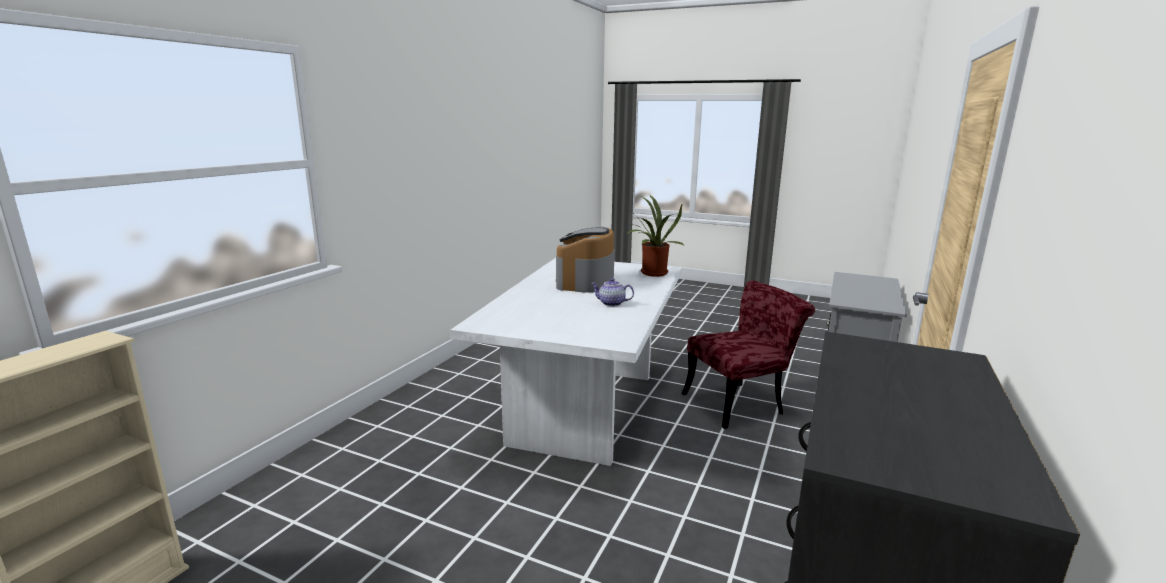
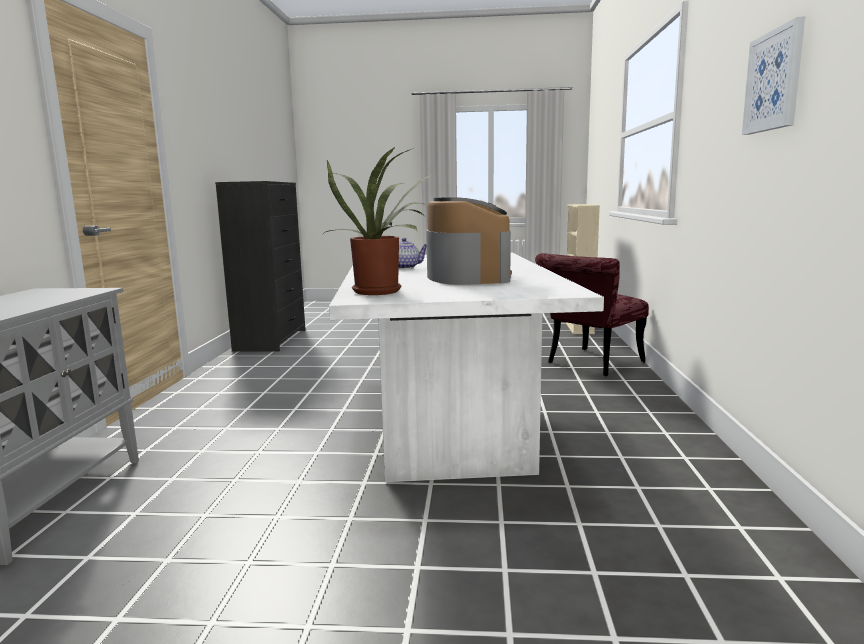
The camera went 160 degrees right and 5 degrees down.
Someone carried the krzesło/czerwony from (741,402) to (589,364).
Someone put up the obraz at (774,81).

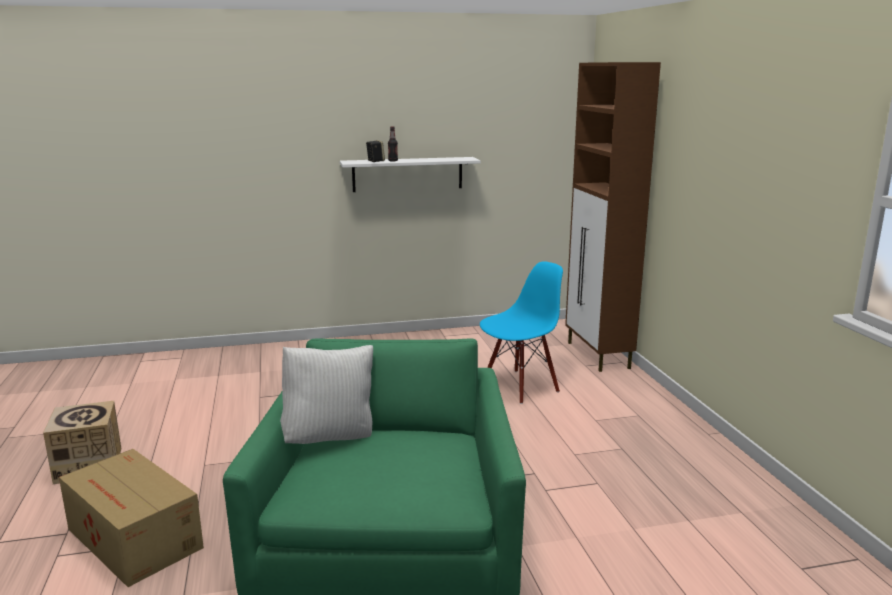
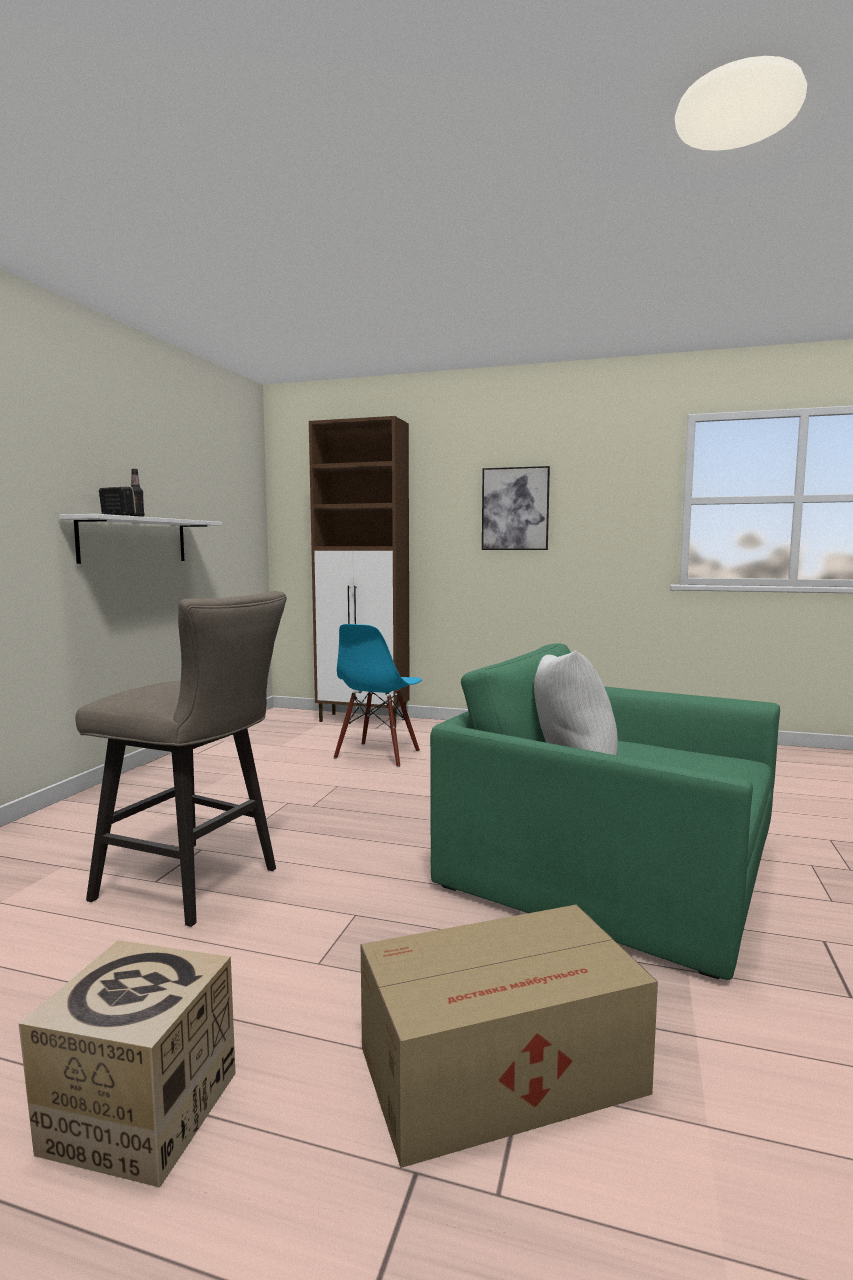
The camera went 60 degrees left and 10 degrees down.
Someone put down the stołek/beżowy at (197,885).
Someone rotated the krzesło/niebieski at (519,387) by 150 degrees counterclockwise.
Someone put up the obraz at (515,509).

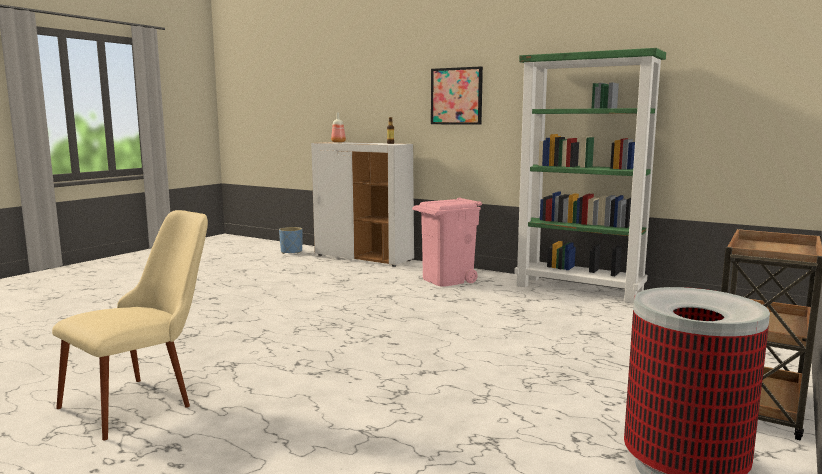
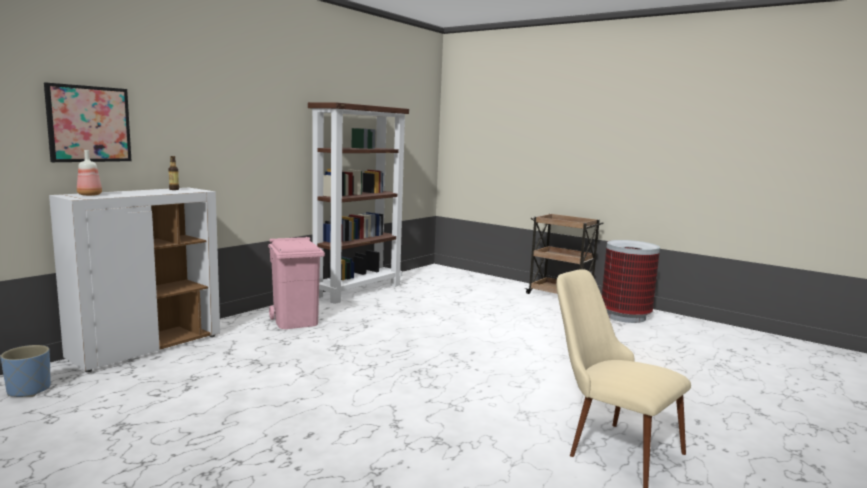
The camera went 85 degrees left and 0 degrees up.
Someone carried the obraz from (456,96) to (89,124).
Someone repainted the regał/zielony at (579,289), which became the regał/brązowy at (358,290).

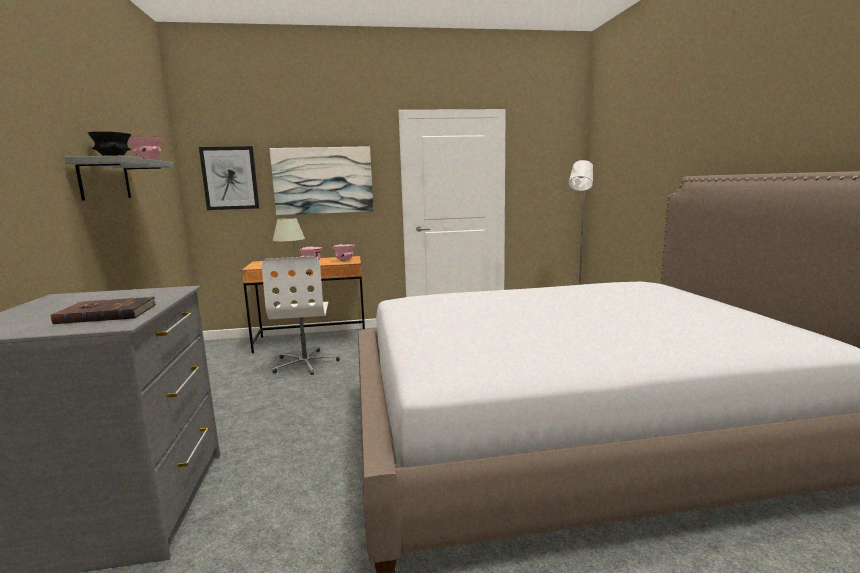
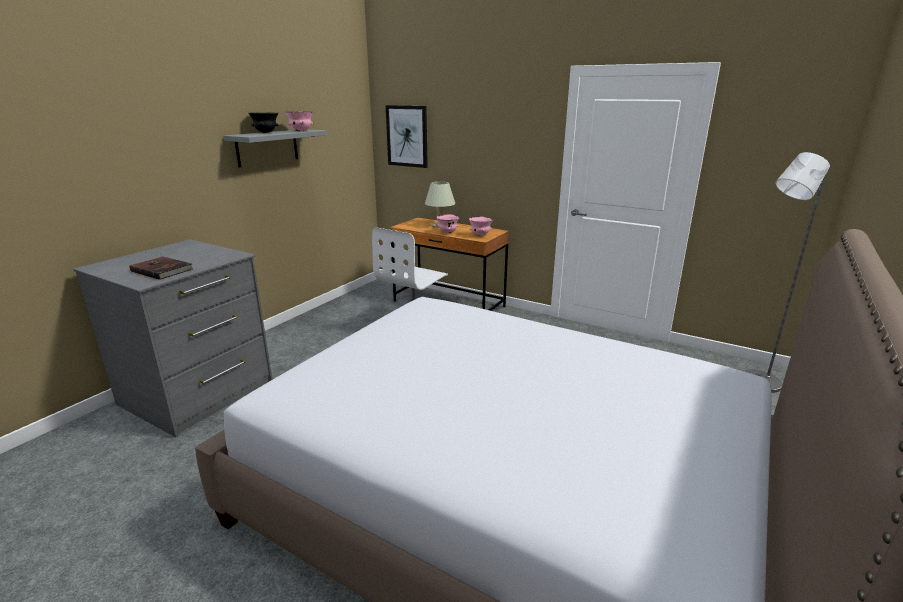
The camera went 40 degrees right and 10 degrees up.
Someone took away the obraz at (323,180).

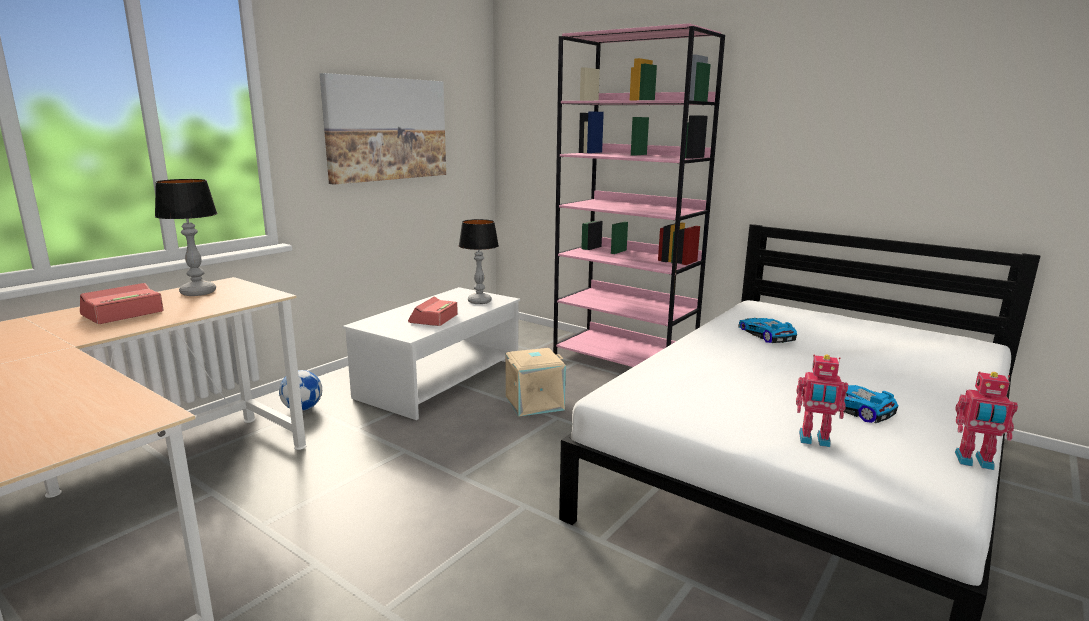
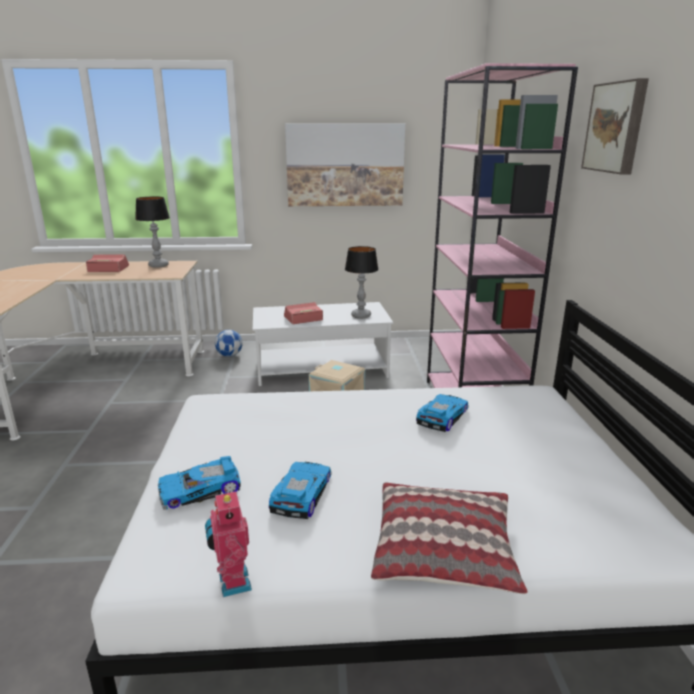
The camera went 50 degrees right and 5 degrees up.
Someone swapped the robot zabawkowy at (814,440) for the samochodzik at (200,491).
Someone put down the poduszka at (444,550).
Someone put up the obraz at (616,127).

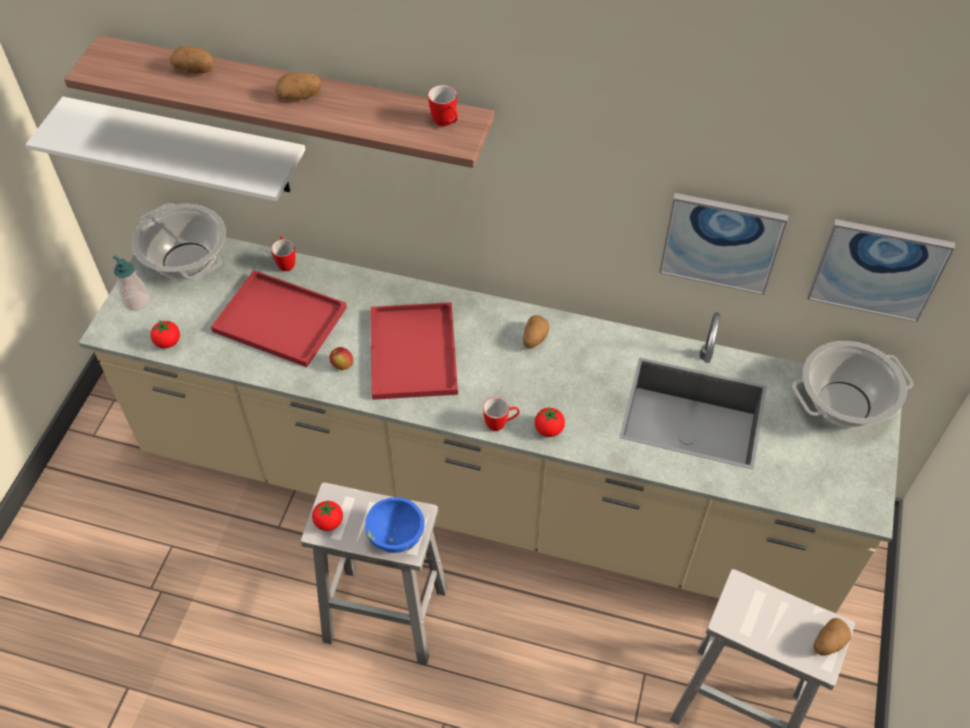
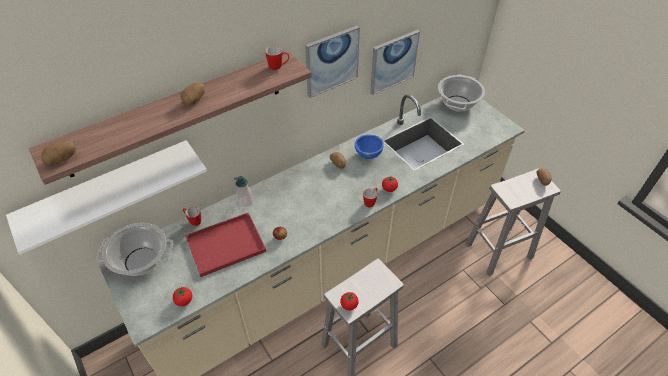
The camera went 50 degrees left and 5 degrees down.
Someone carried the ziemniak from (195,70) to (62,159).
Someone carried the dozownik mydła from (137,302) to (245,201).
Someone carried the obraz from (877,269) to (331,61).
Someone carried the miska/niebieski from (396,536) to (368,154).
Someone took away the taca/czerwony at (411,350).

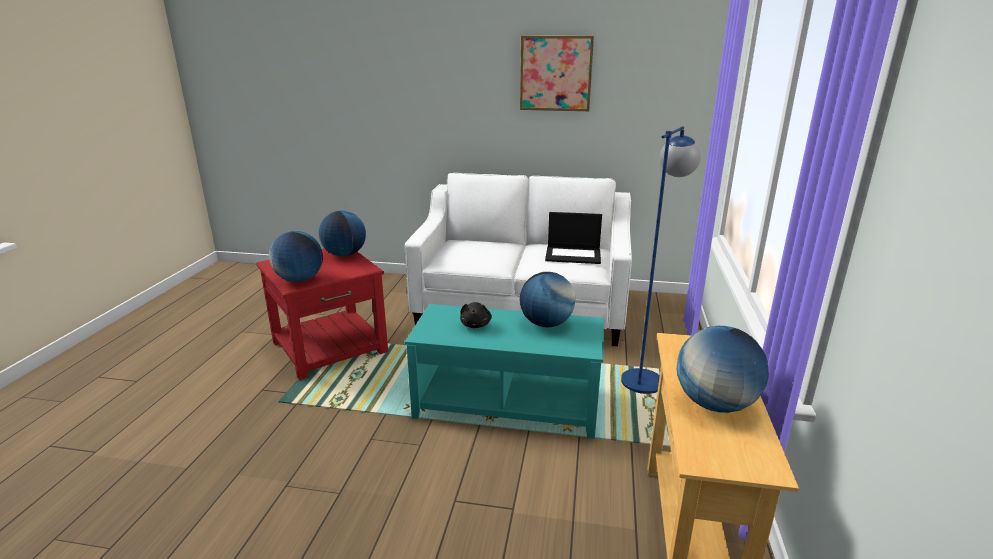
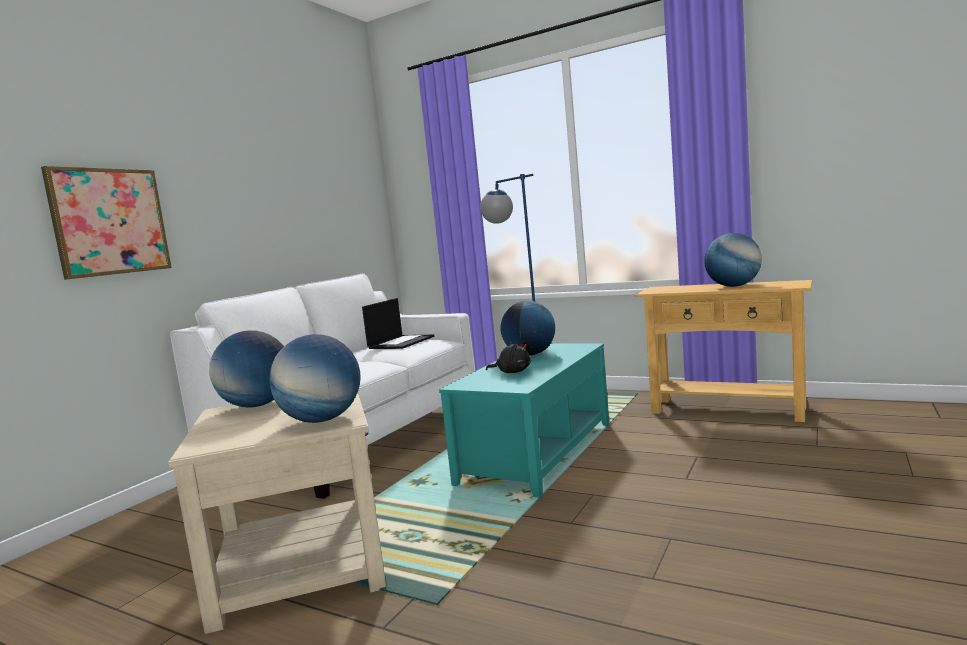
The camera went 70 degrees left and 15 degrees down.
Someone carried the obraz from (556,73) to (109,222).
Someone repainted the stolik/czerwony at (329,347), which became the stolik/beżowy at (301,566).

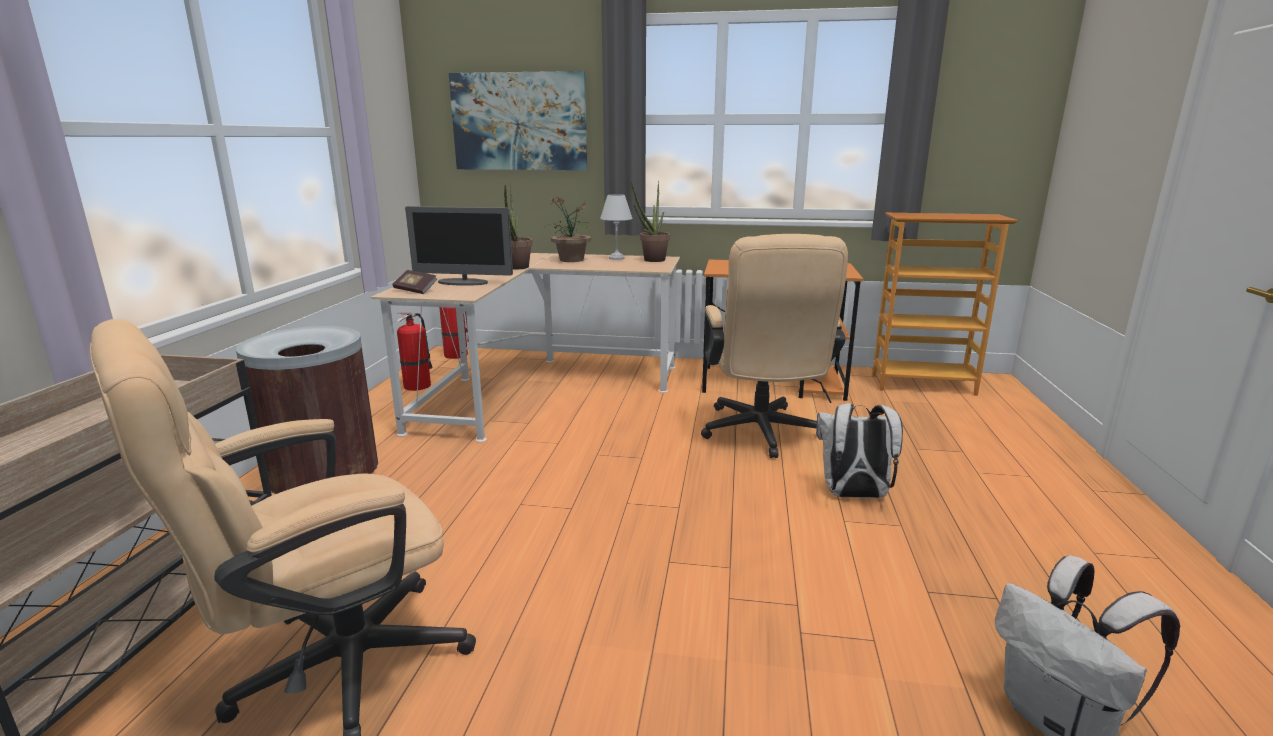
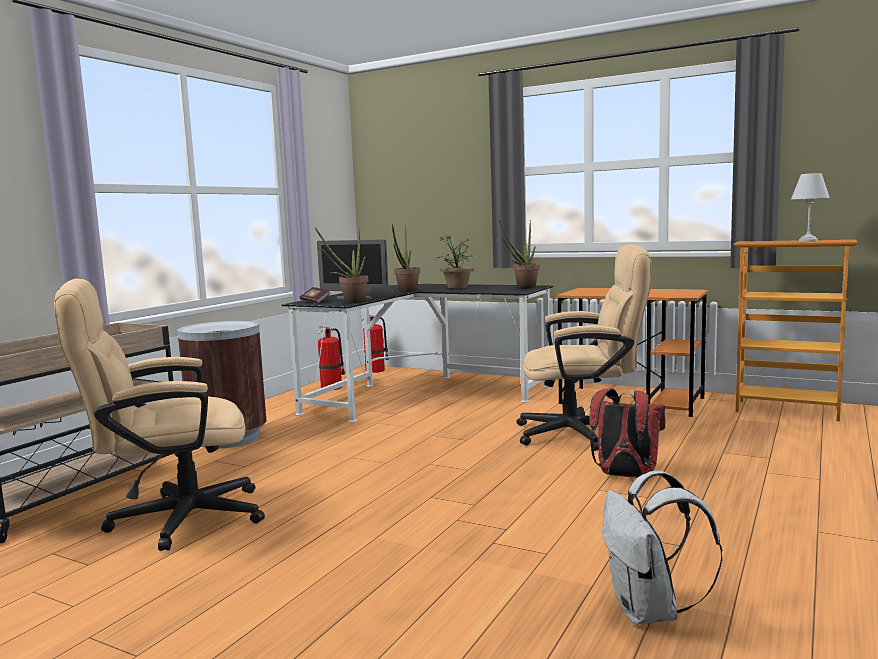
The camera went 20 degrees right and 10 degrees down.
Someone repainted the biurko/beżowy at (536,387), which became the biurko/czarny at (421,393).
Someone put down the roślina doniczkowa at (350,302).
Someone rotated the krzesło biurowe/beżowy at (762,435) by 105 degrees counterclockwise.
Someone repainted the plecak/biały at (853,495), which became the plecak/czerwony at (624,476).
Someone carried the lampa stołowa/biały from (616,258) to (808,241).
Someone took away the obraz at (519,122).

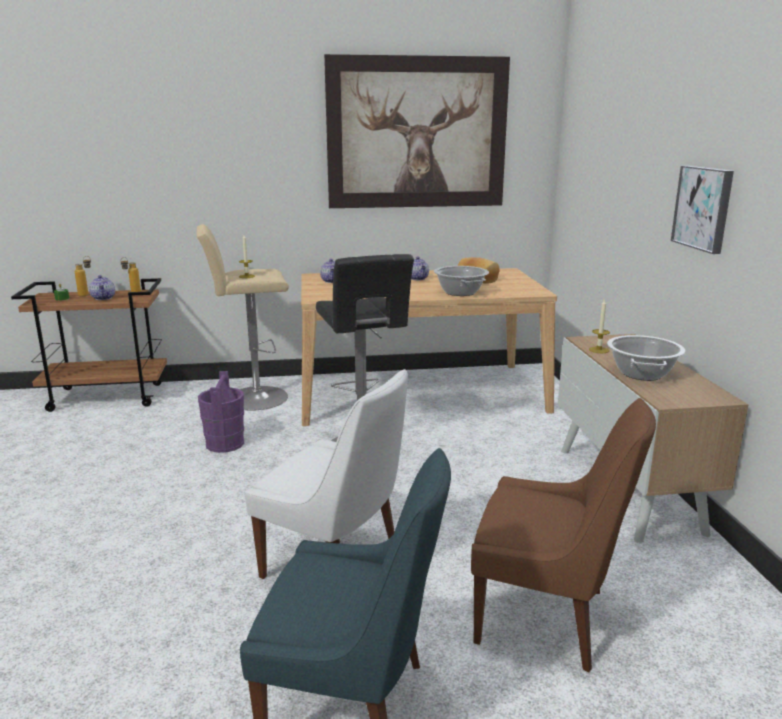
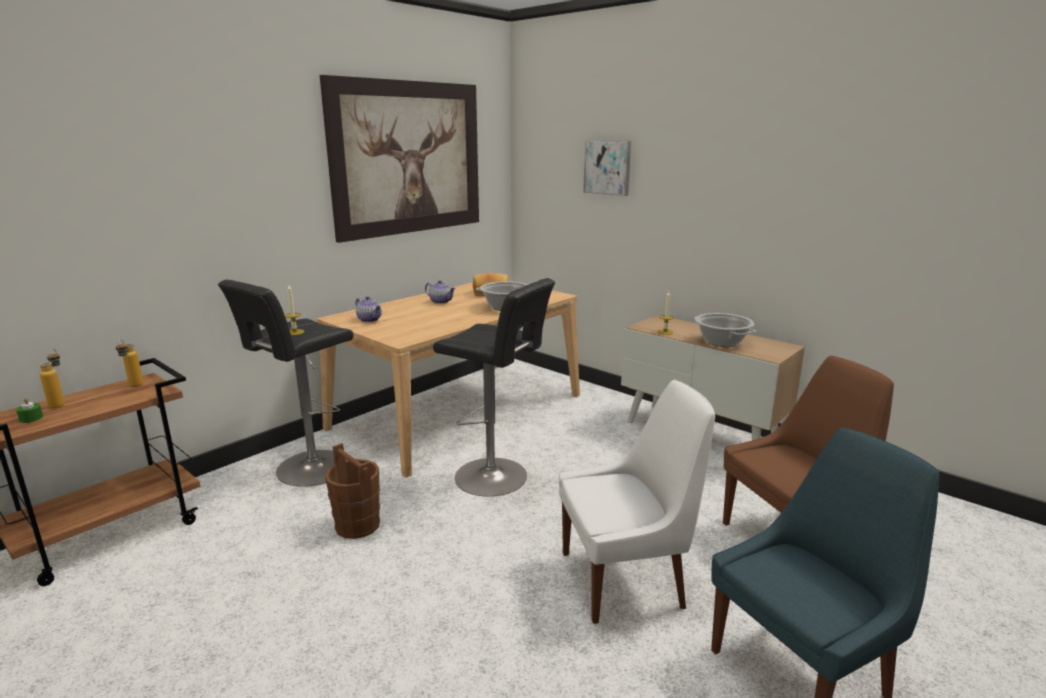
The camera went 40 degrees left and 0 degrees up.
Someone repainted the stołek/beżowy at (252,398), which became the stołek/czarny at (308,470).
Someone repainted the wiadro/fioletowy at (225,443), which became the wiadro/brązowy at (357,525).
Someone carried the obraz from (703,208) to (607,167).
Someone took away the imbryk at (103,298).

